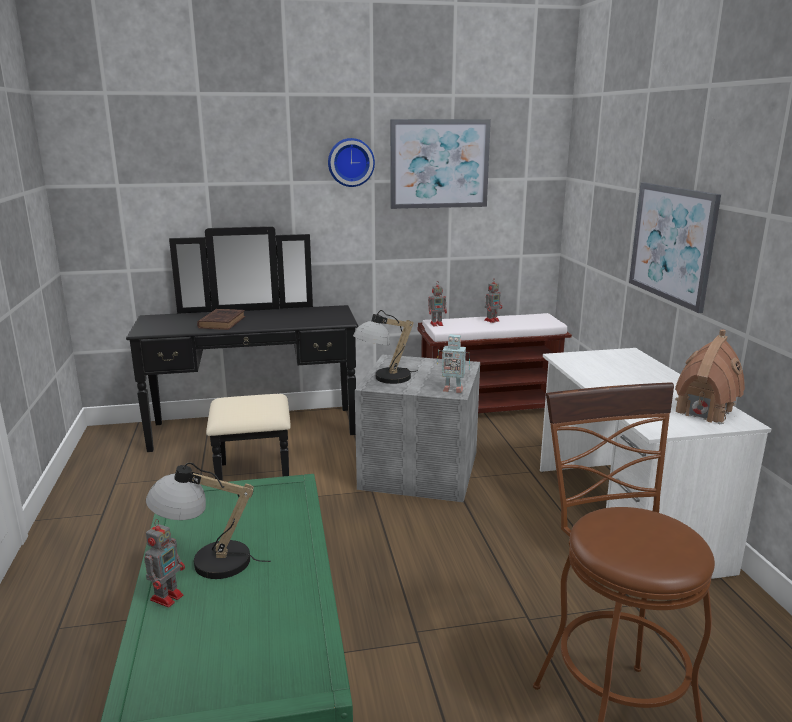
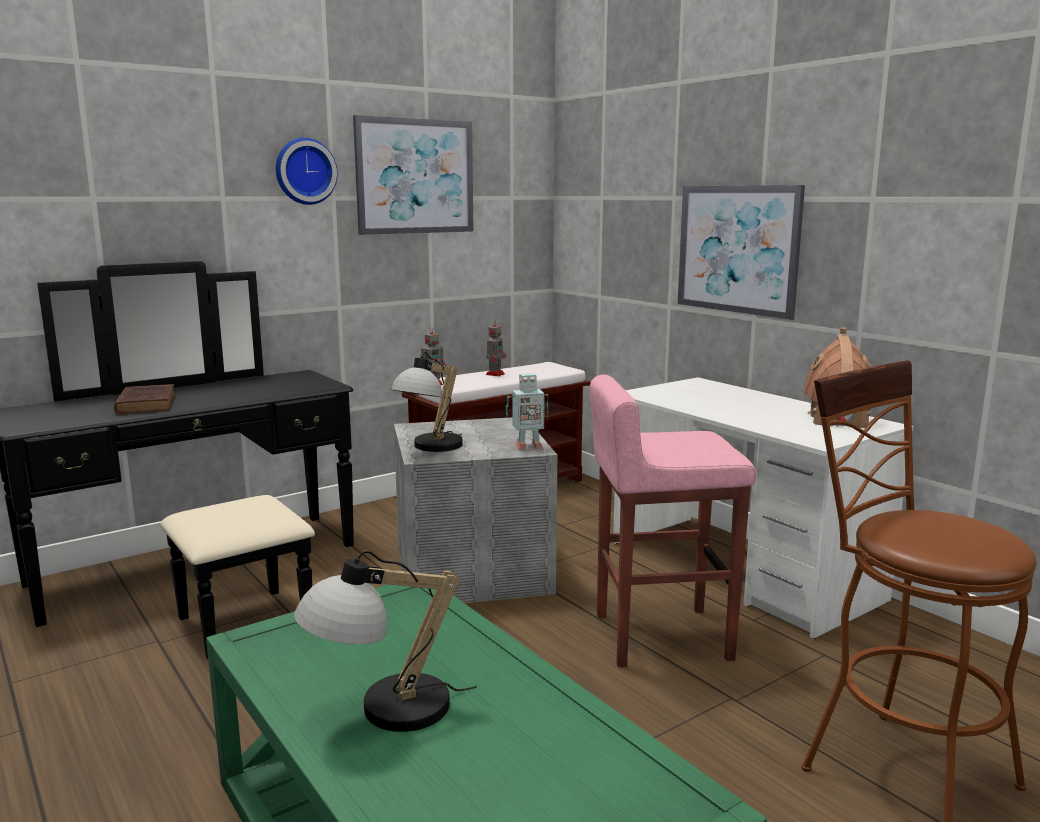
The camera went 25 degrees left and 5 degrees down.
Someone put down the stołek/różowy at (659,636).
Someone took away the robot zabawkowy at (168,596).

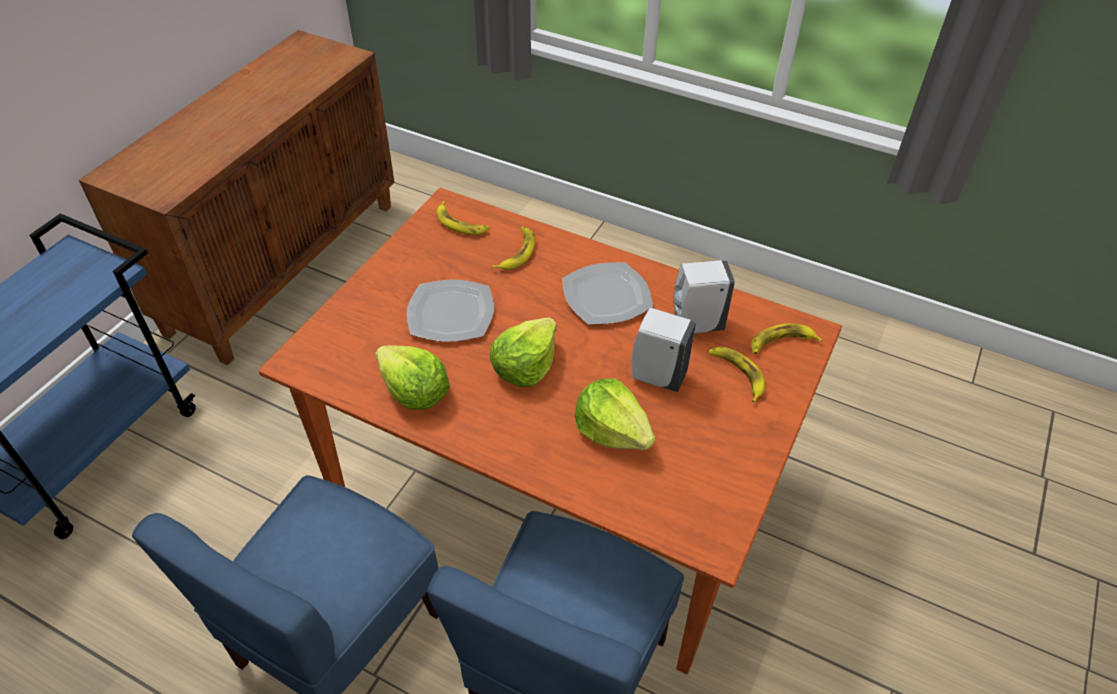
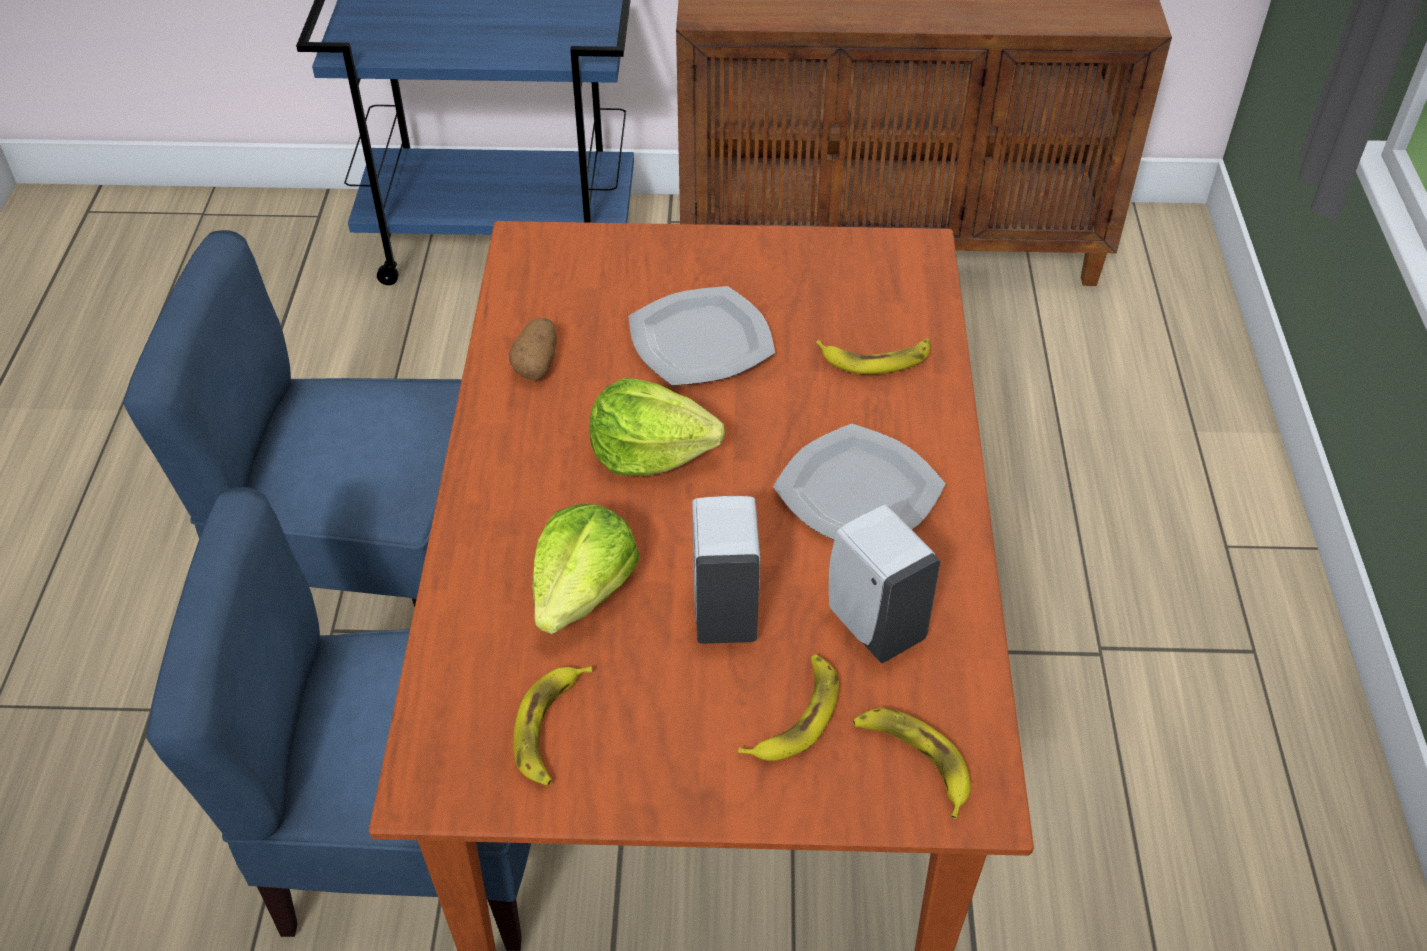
The camera went 65 degrees right and 0 degrees up.
Someone swapped the sałata at (414,391) for the ziemniak at (537,363).
Someone carried the banan from (461,223) to (551,728).

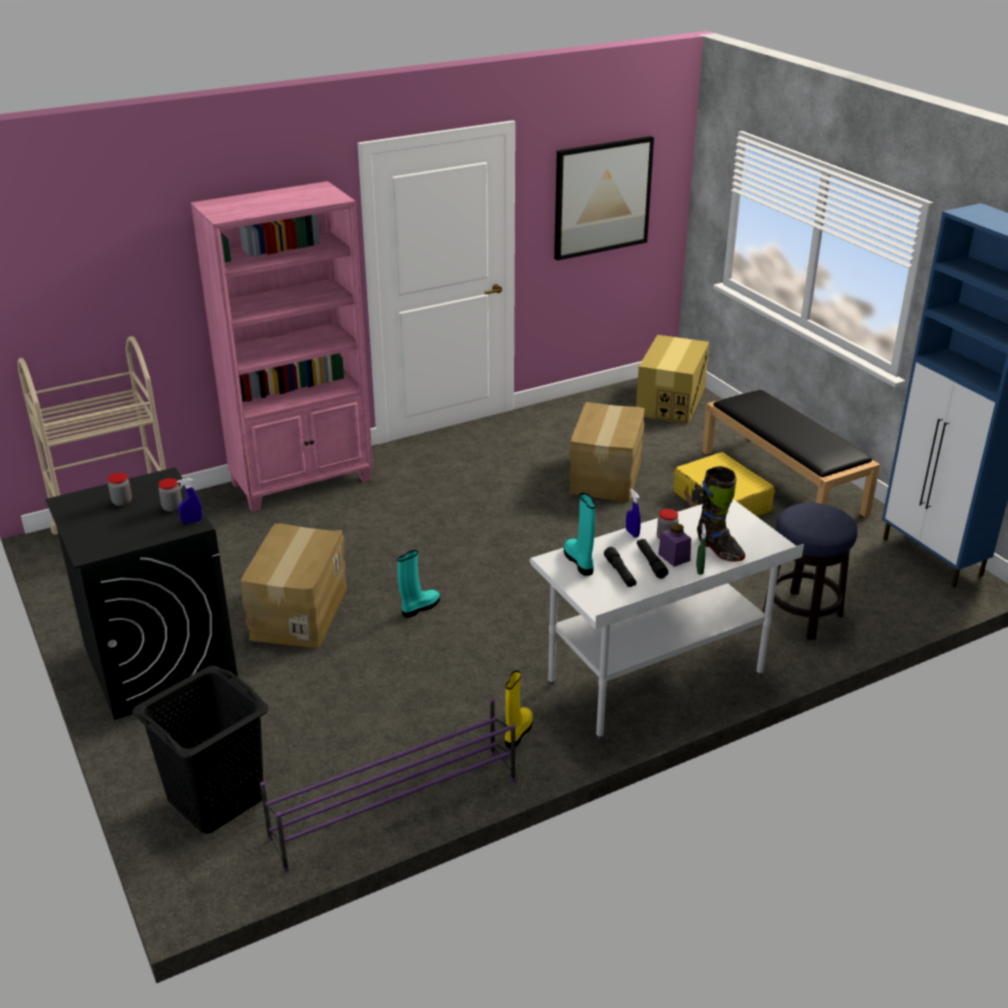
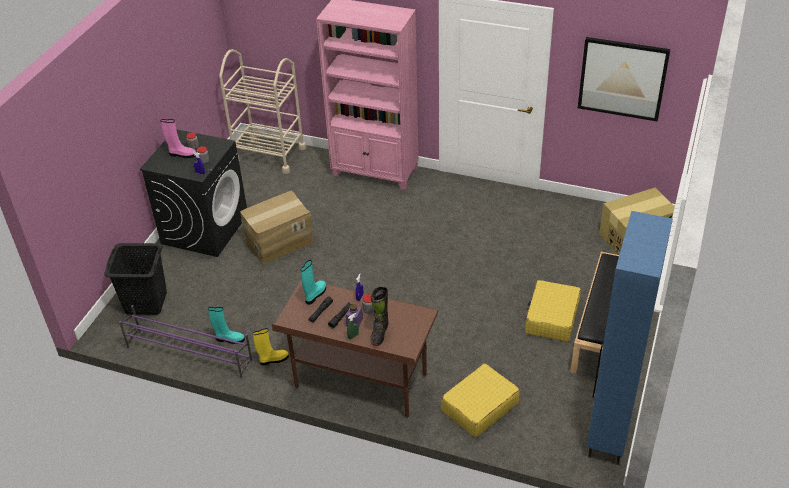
The camera went 50 degrees right and 10 degrees up.
Someone put down the but z cholewką/różowy at (182,154).
Someone carried the but z cholewką/turkusowy from (419,607) to (229,339).
Someone repainted the biurko/biały at (656,680), which became the biurko/brązowy at (360,382).
Someone swapped the stołek at (802,616) for the walizka/żółty at (479,407).
Someone took away the karton at (607,476).

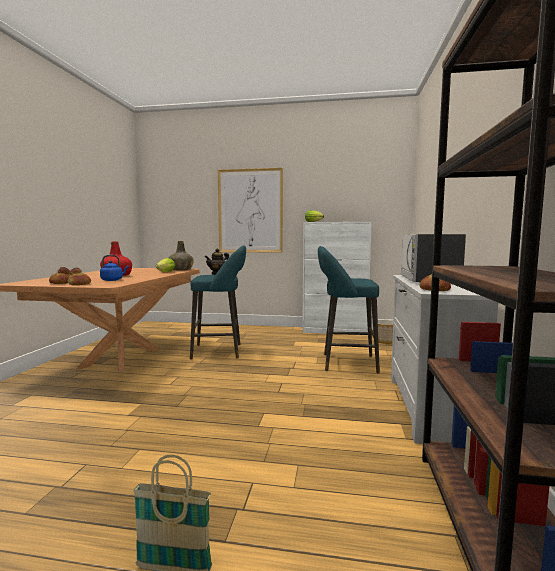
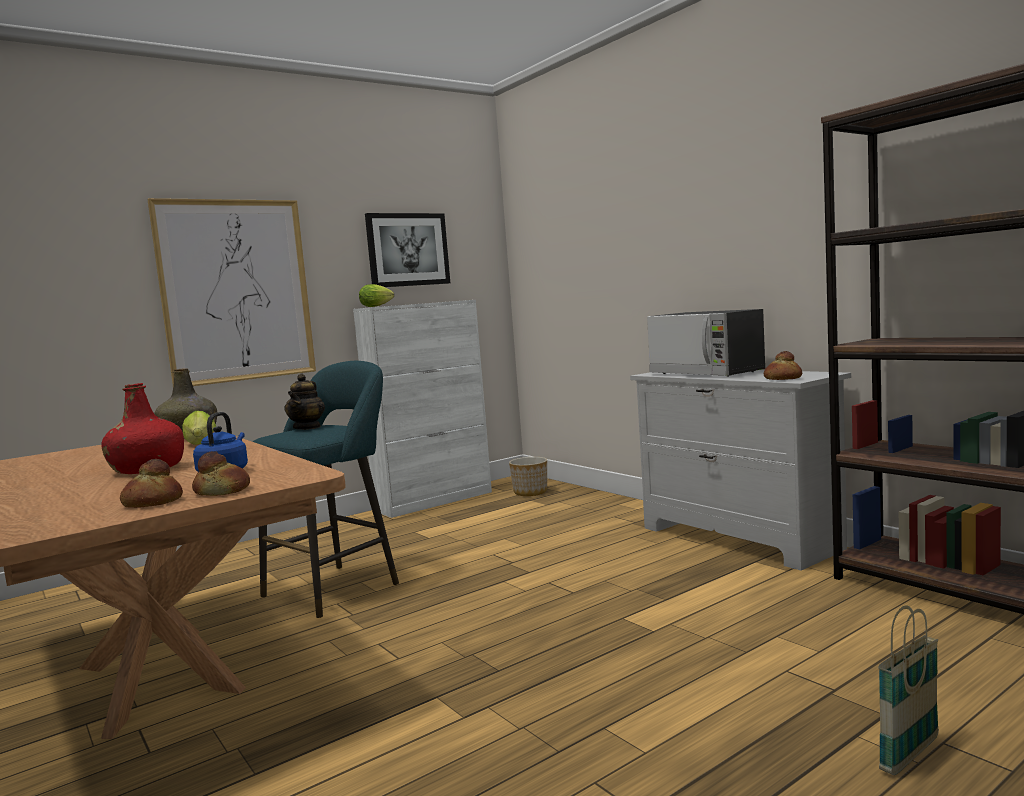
The camera went 45 degrees left and 0 degrees up.
Someone put up the obraz at (408,250).
Someone took away the stołek/turkusowy at (345,363).

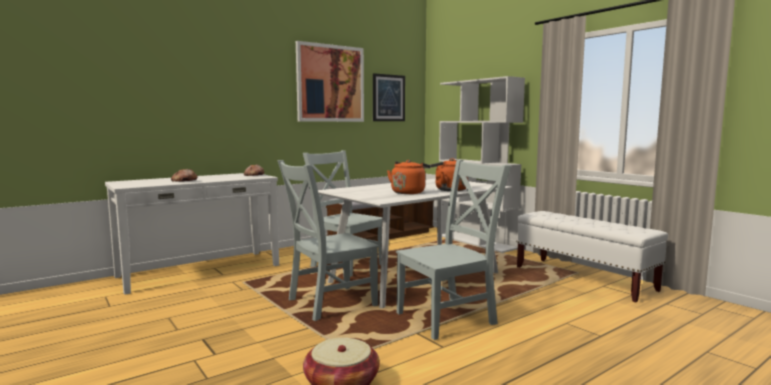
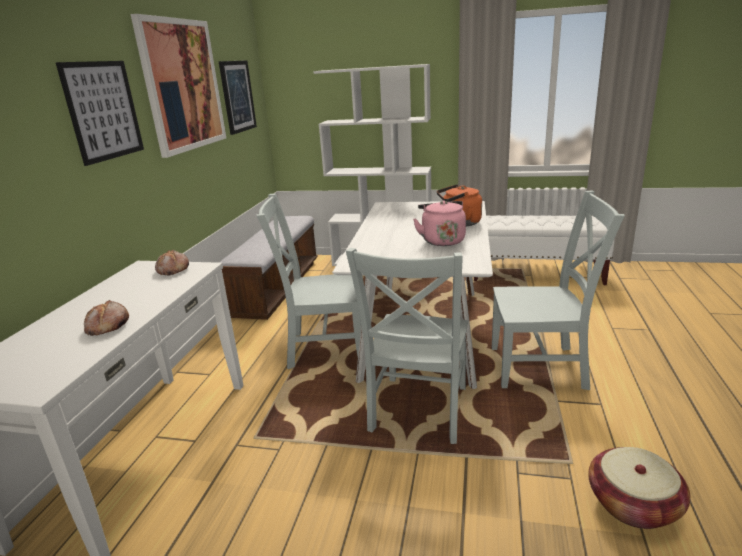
The camera went 40 degrees left and 15 degrees up.
Someone put up the obraz at (103,111).
Someone repainted the czajnik/pomarańczowy at (408,192), which became the czajnik/różowy at (442,240).
Someone rotated the krzesło/szary at (449,318) by 75 degrees clockwise.

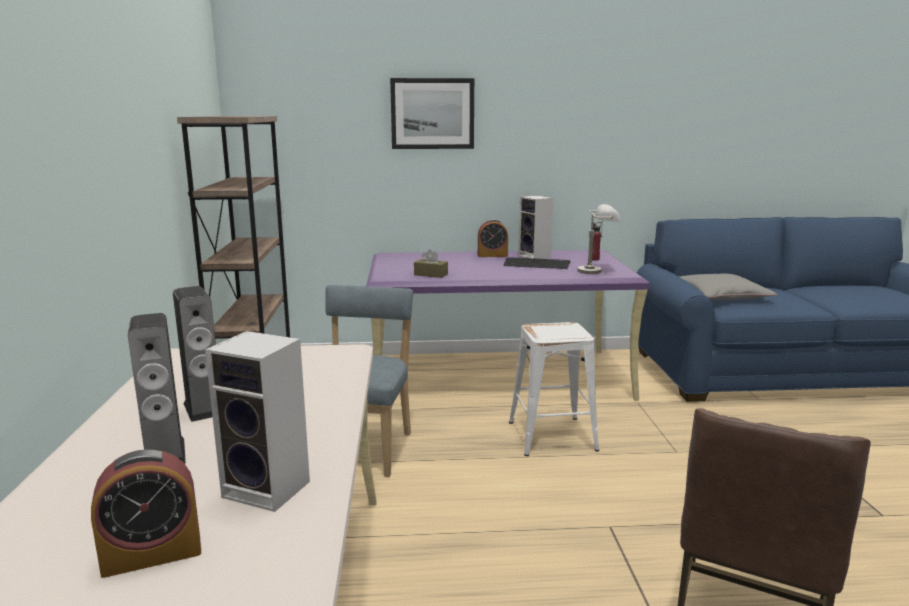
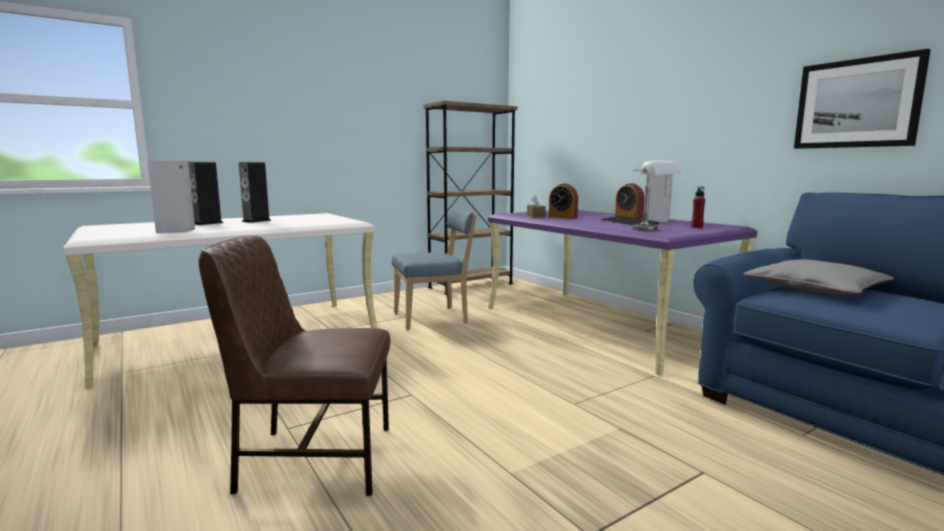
The camera went 60 degrees right and 5 degrees down.
Someone carried the budzik from (152,554) to (563,217).
Someone carried the obraz from (432,114) to (856,103).
Someone took away the stołek/biały at (552,436).

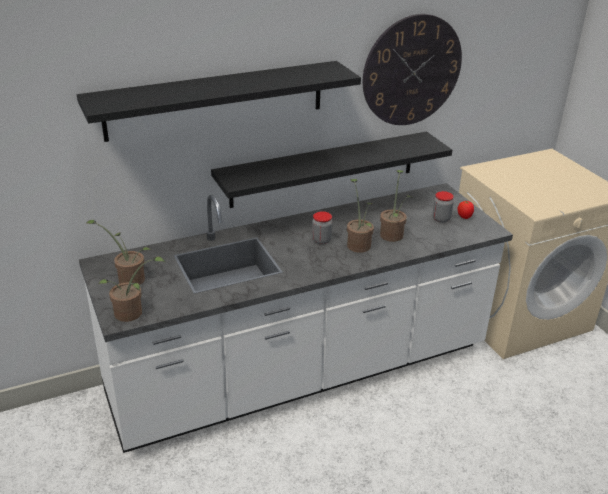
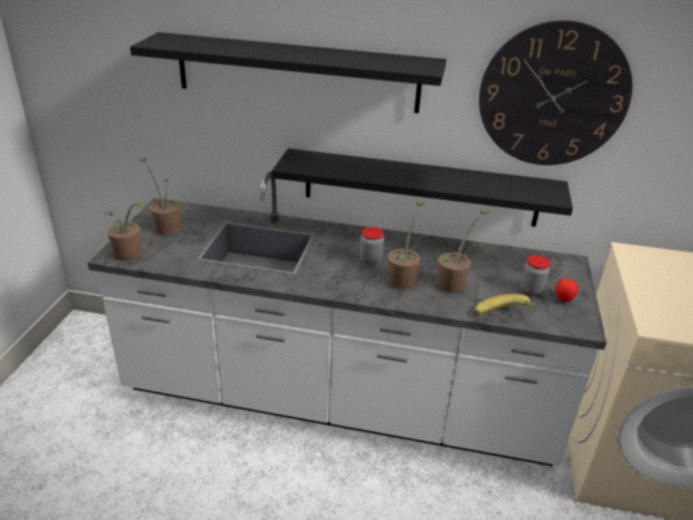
The camera went 35 degrees right and 0 degrees up.
Someone put down the banan at (504,318).

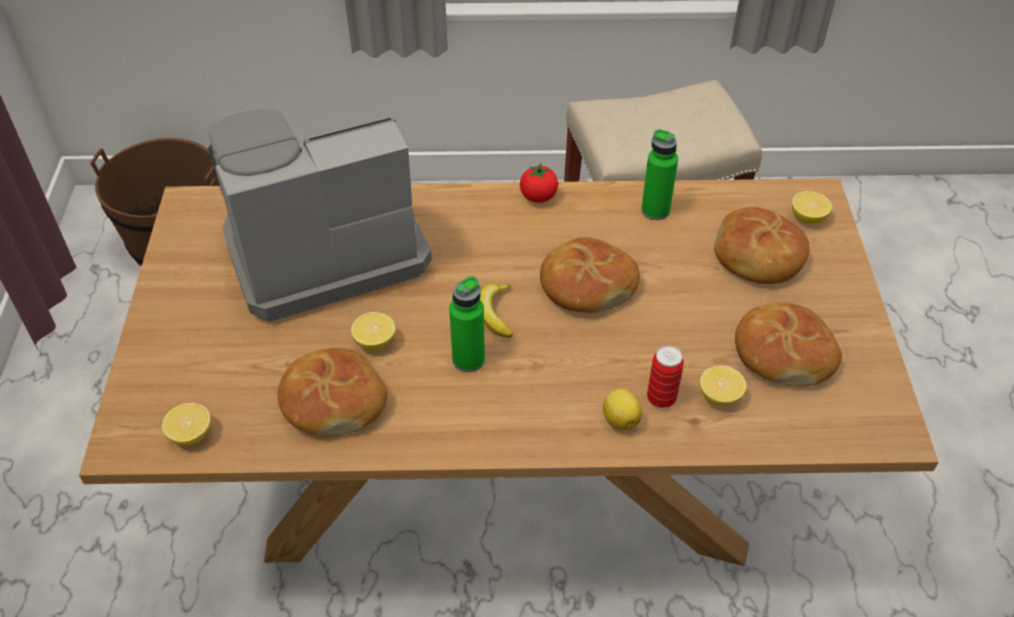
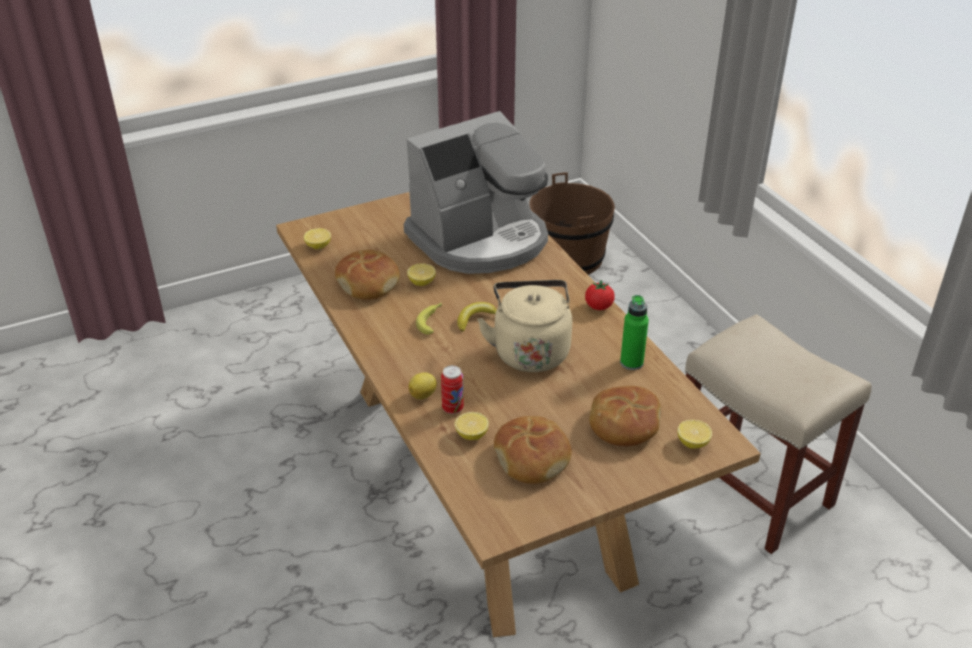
The camera went 65 degrees right and 10 degrees down.
Someone rotated the ekspres do kawy at (322,249) by 105 degrees clockwise.
Someone swapped the butelka/zielony at (468,359) for the banan at (431,321).
Someone swapped the chleb at (586,286) for the czajnik/beżowy at (530,350).

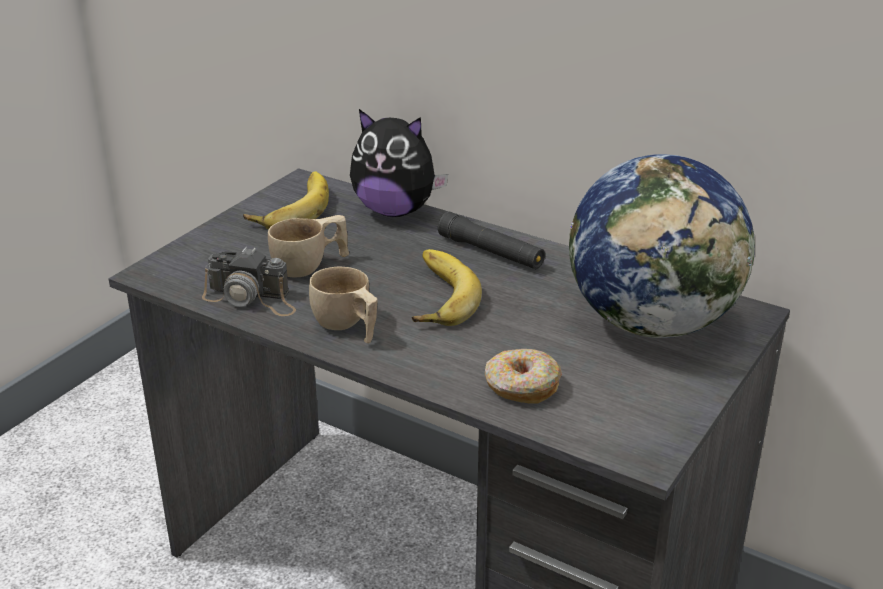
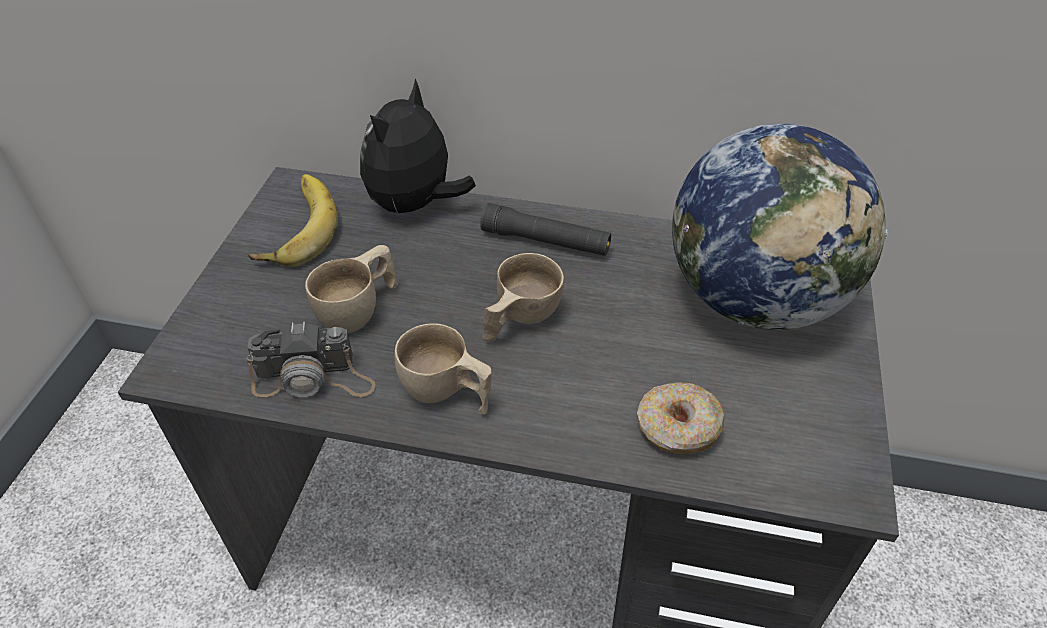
The camera went 20 degrees left and 15 degrees up.
Someone rotated the pluszak at (395,210) by 120 degrees clockwise.
Someone swapped the banan at (434,296) for the filiżanka/beżowy at (518,319).

